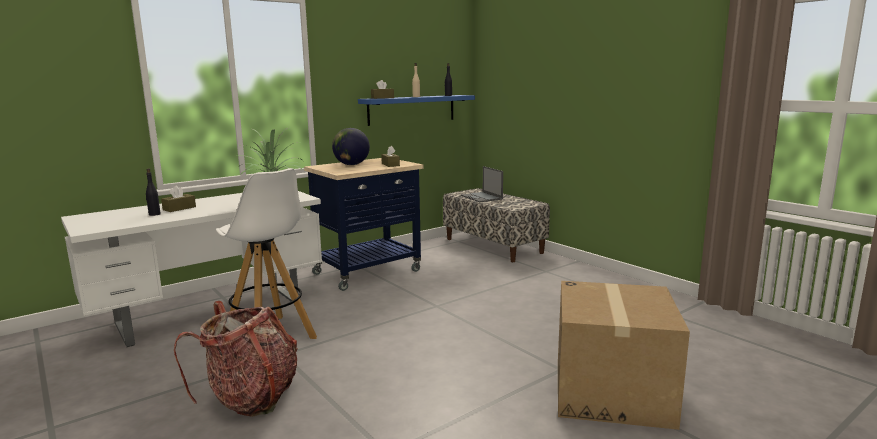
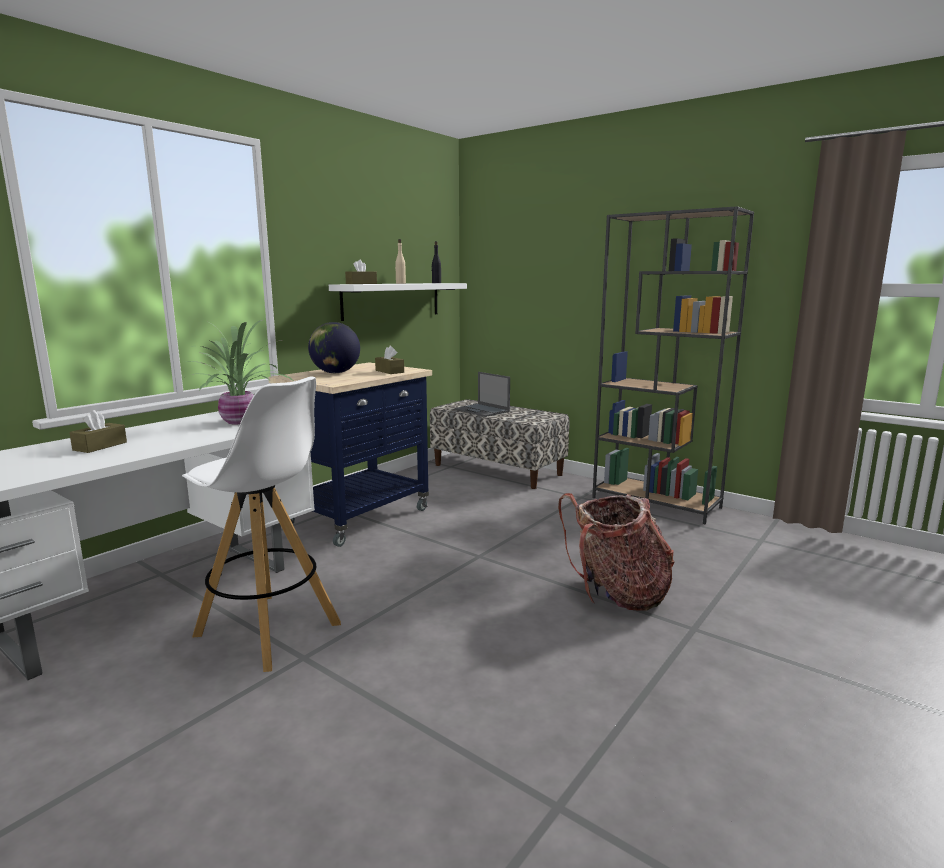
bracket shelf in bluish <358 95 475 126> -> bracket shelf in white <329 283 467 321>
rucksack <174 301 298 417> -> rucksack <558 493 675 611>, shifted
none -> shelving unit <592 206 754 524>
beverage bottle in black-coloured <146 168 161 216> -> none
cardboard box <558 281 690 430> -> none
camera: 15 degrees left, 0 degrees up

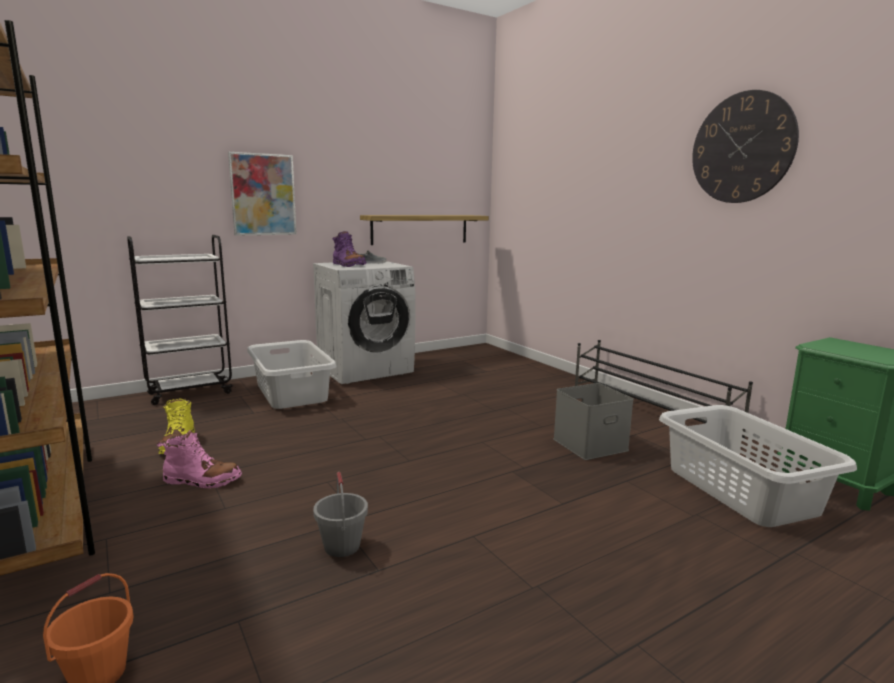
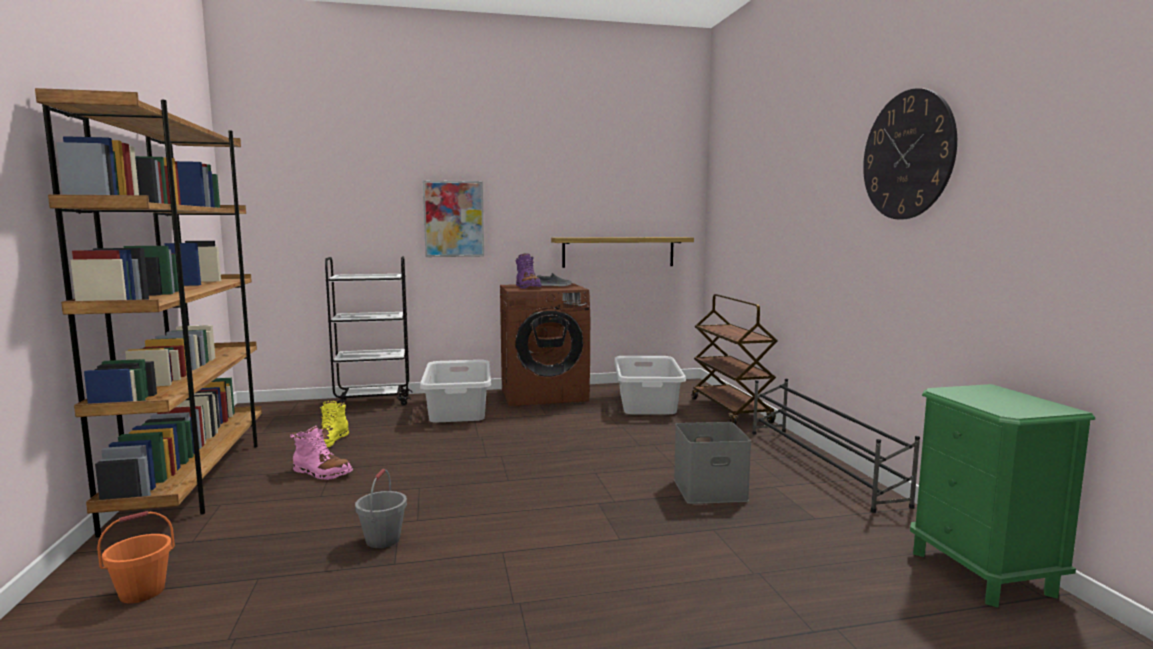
laundry appliance in white <313 261 416 384> -> laundry appliance in brown <500 283 590 406>
washing basket in grey <659 405 857 527> -> washing basket in grey <614 356 686 414>, shifted
none -> trolley in brown <692 294 778 425>
camera: 20 degrees right, 5 degrees down

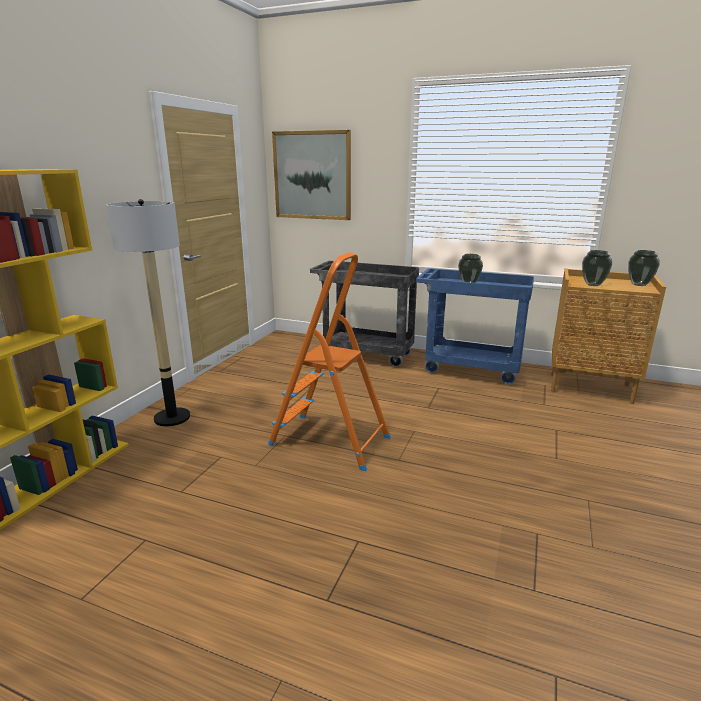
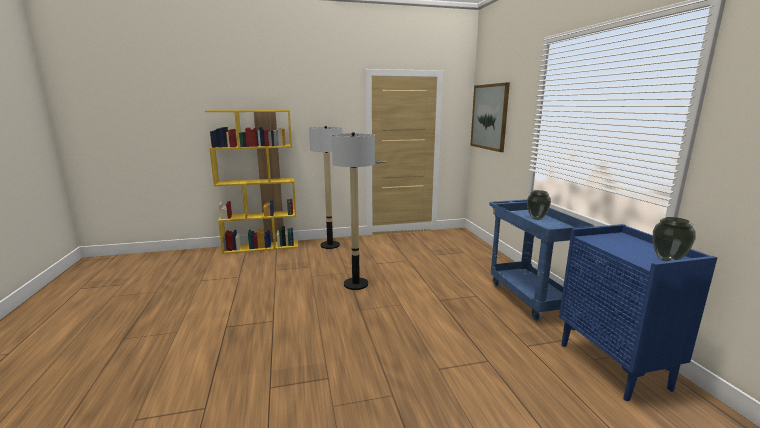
step stool in orange <268 252 391 471> -> floor lamp <332 132 375 290>
storage cabinet in brown <551 268 666 404> -> storage cabinet in bluish <559 224 718 401>
trolley in grey <310 261 419 367> -> none
vase <582 250 612 286> -> none
camera: 55 degrees right, 5 degrees down

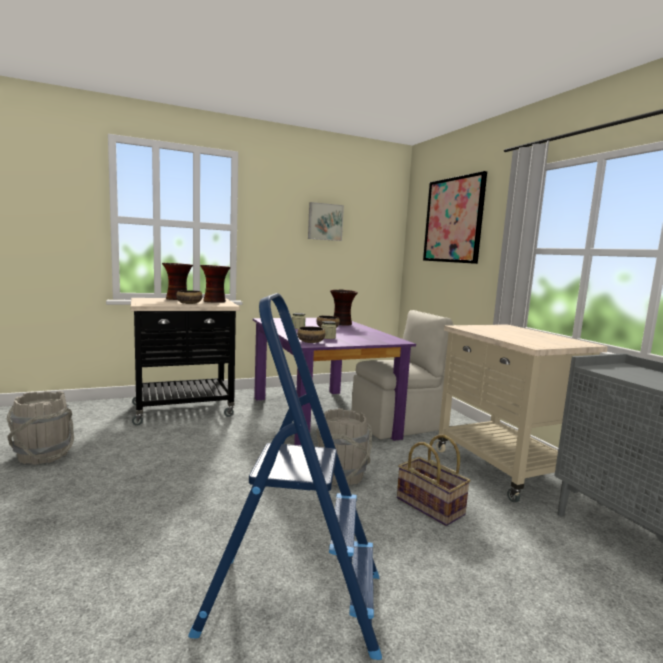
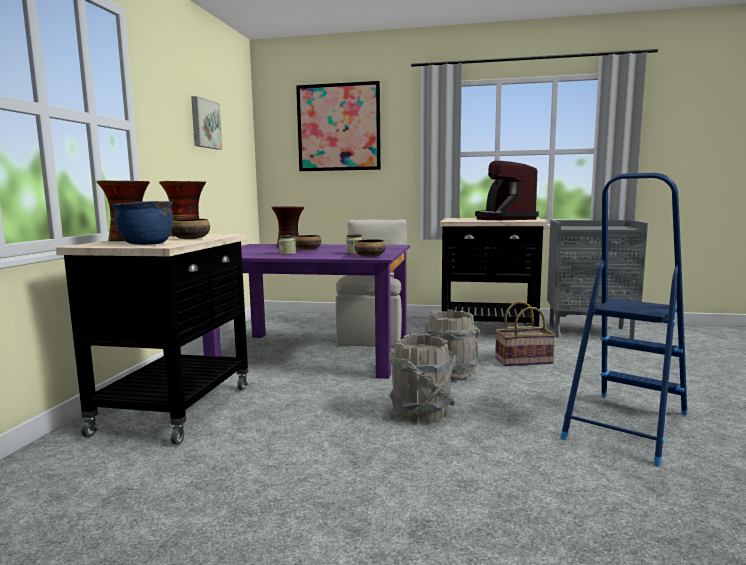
none -> cooking pot in bluish <111 201 173 245>
bucket in grey <7 391 74 465> -> bucket in grey <388 333 457 424>, shifted
trolley in beige <436 324 608 502> -> trolley in black-coloured <439 218 548 327>
none -> coffee machine <475 161 539 220>
camera: 55 degrees left, 0 degrees up

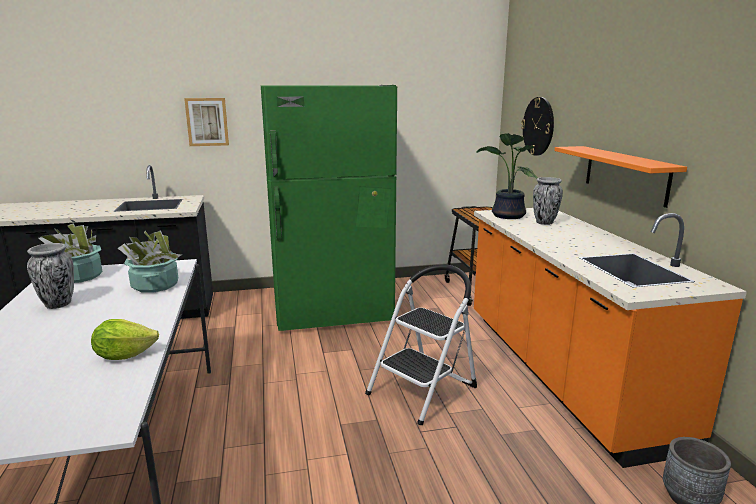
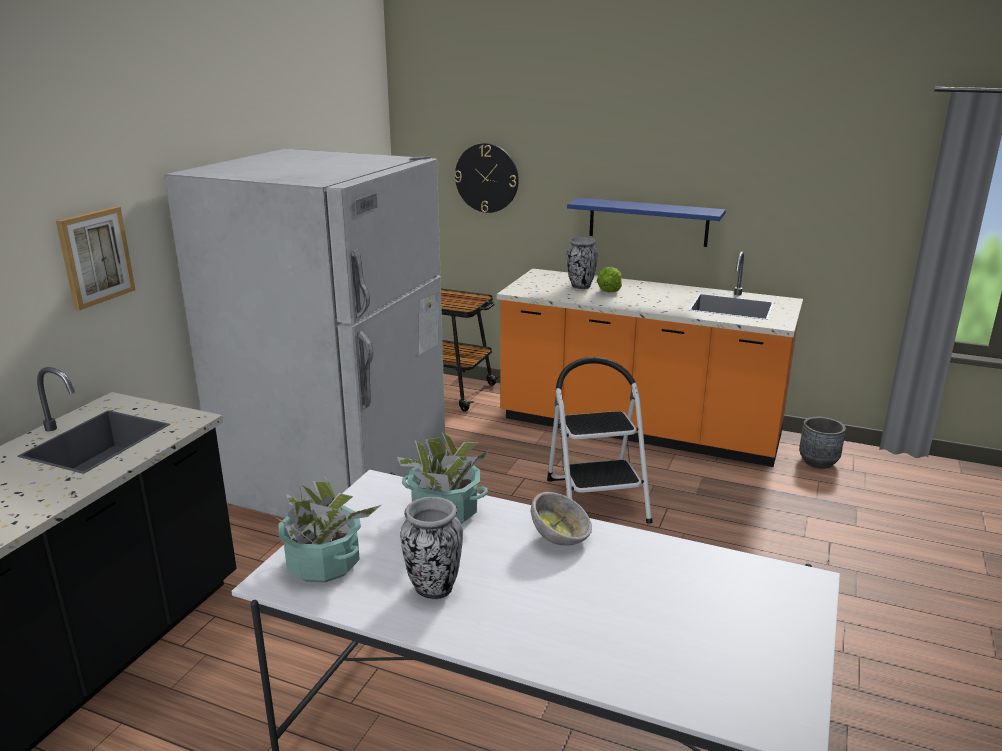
fridge in greenish <261 85 397 331> -> fridge in white <164 149 446 518>
none -> bowl <531 492 592 545>
bracket shelf in orange <554 146 687 208> -> bracket shelf in bluish <567 198 726 247>
head of lettuce <91 319 159 360> -> head of lettuce <597 267 622 292>, shifted
potted plant <477 133 538 219> -> none
camera: 55 degrees left, 5 degrees up

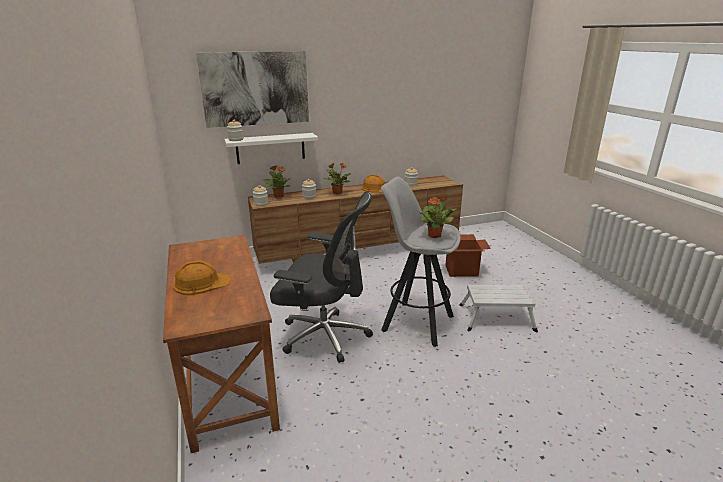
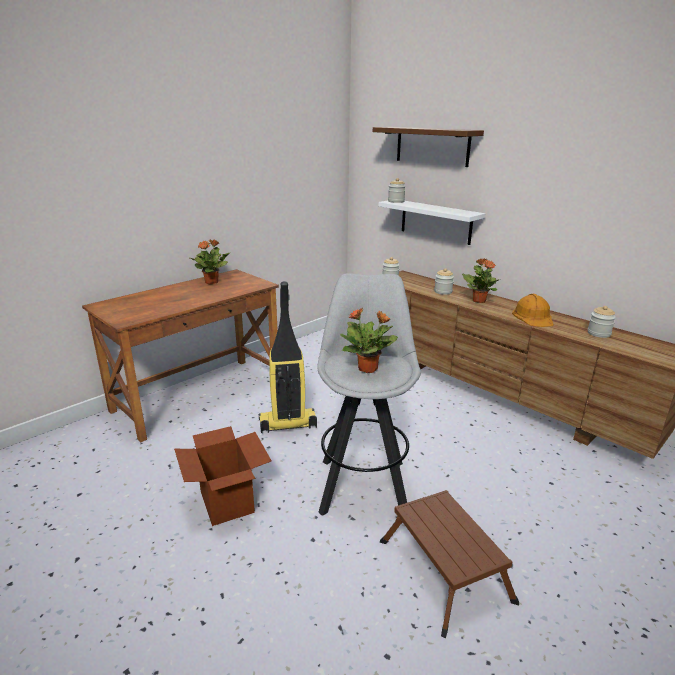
cardboard box <445 234 491 277> -> cardboard box <174 426 272 526>, shifted
potted plant <263 165 290 198> -> potted plant <190 239 230 284>, shifted
desk chair <270 192 373 363> -> hoover <259 281 317 433>
picture <196 51 309 128> -> bracket shelf in brown <373 127 484 167>
step stool in white <459 284 538 332> -> step stool in brown <380 490 519 638>
work helmet in orange <173 261 230 295> -> none
camera: 65 degrees right, 0 degrees up

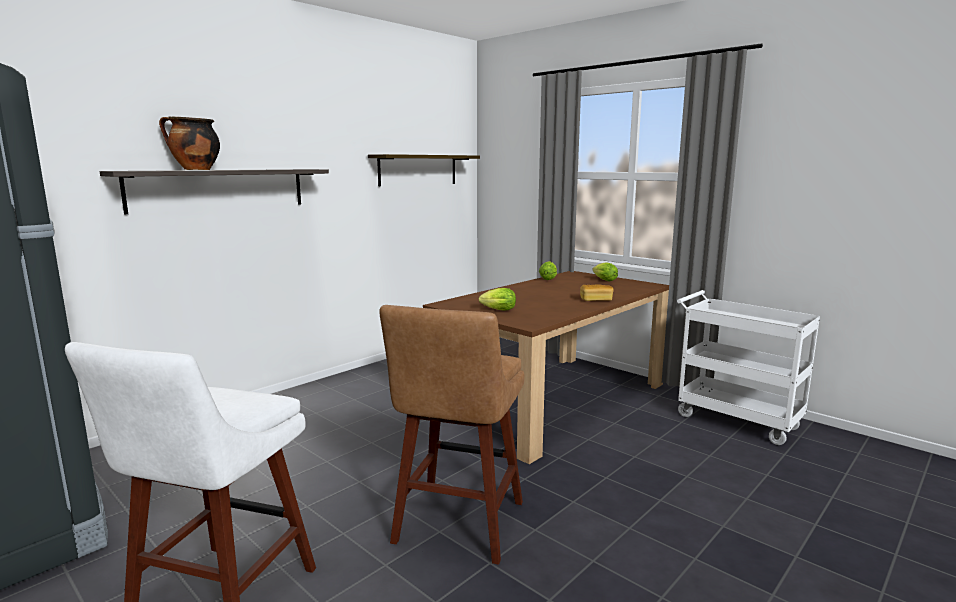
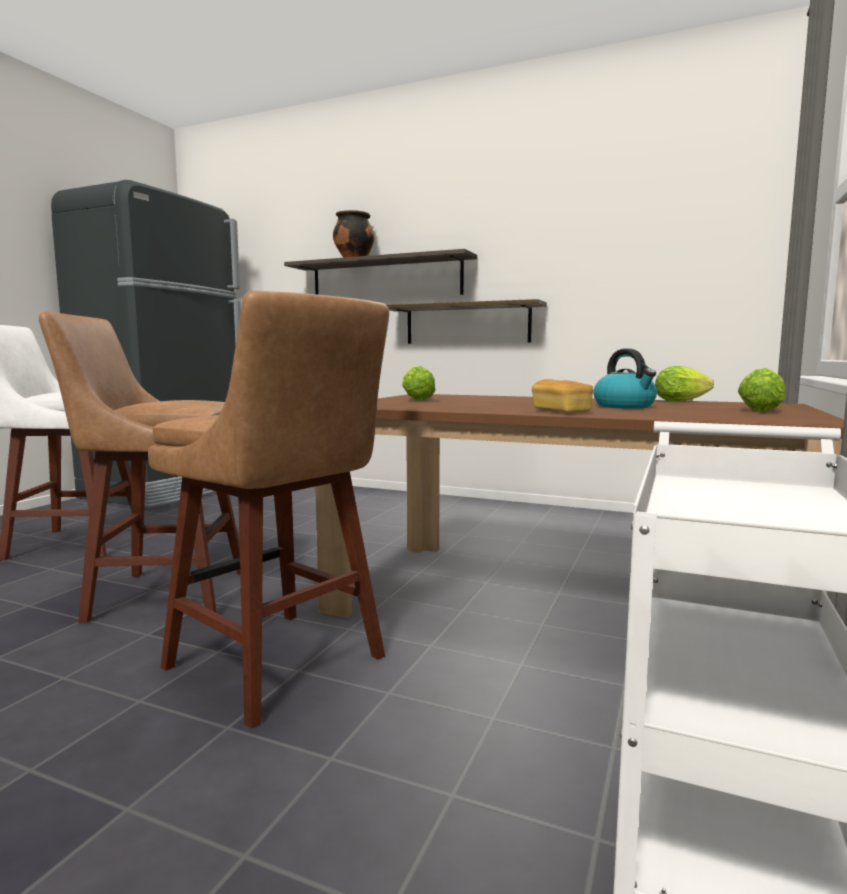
none -> stool seat in brown <148 291 389 729>
bracket shelf <368 154 480 186> -> bracket shelf <387 299 547 344>, shifted
none -> kettle <594 348 657 409>
camera: 70 degrees right, 5 degrees down

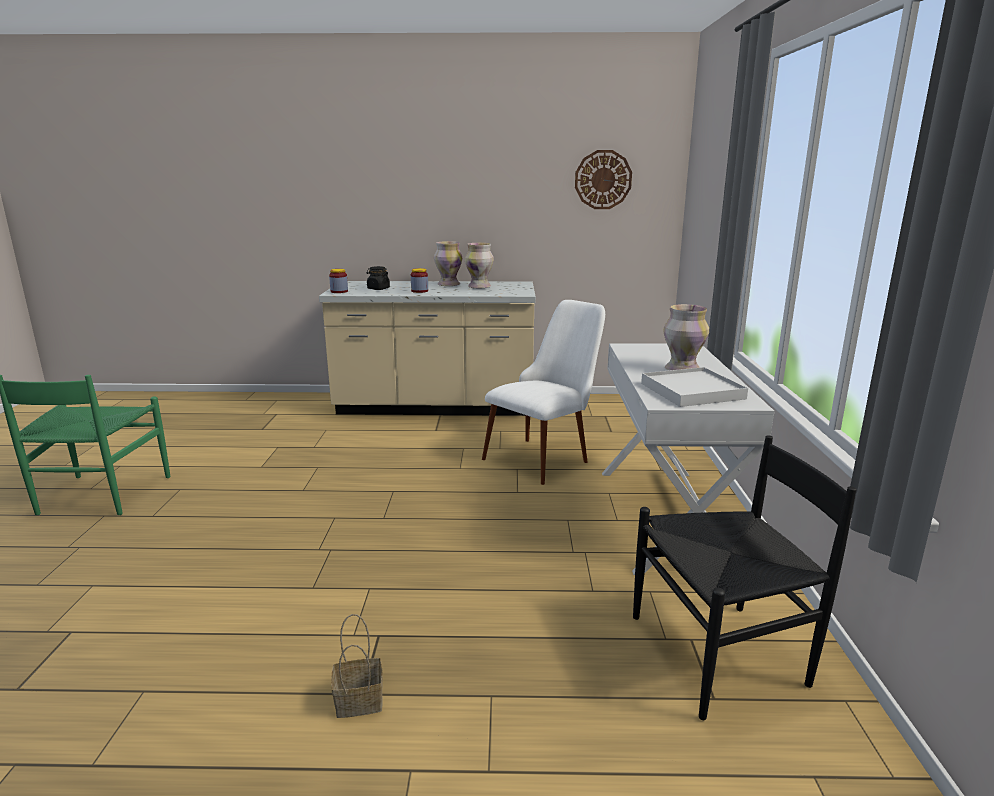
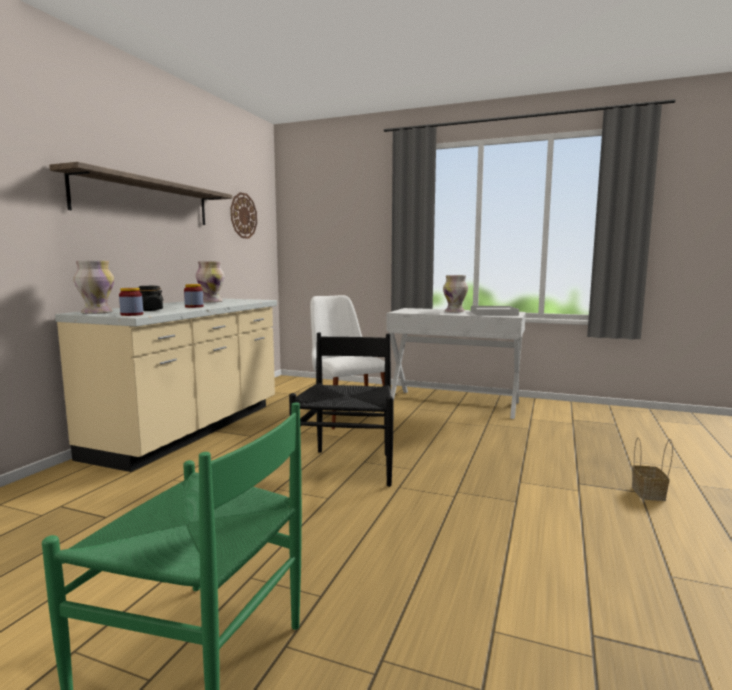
none -> bracket shelf <49 162 232 225>
vase <434 241 463 286> -> vase <74 261 114 314>, shifted
plain chair in black-coloured <633 435 857 720> -> plain chair in black-coloured <289 332 393 487>, shifted
camera: 70 degrees left, 10 degrees down

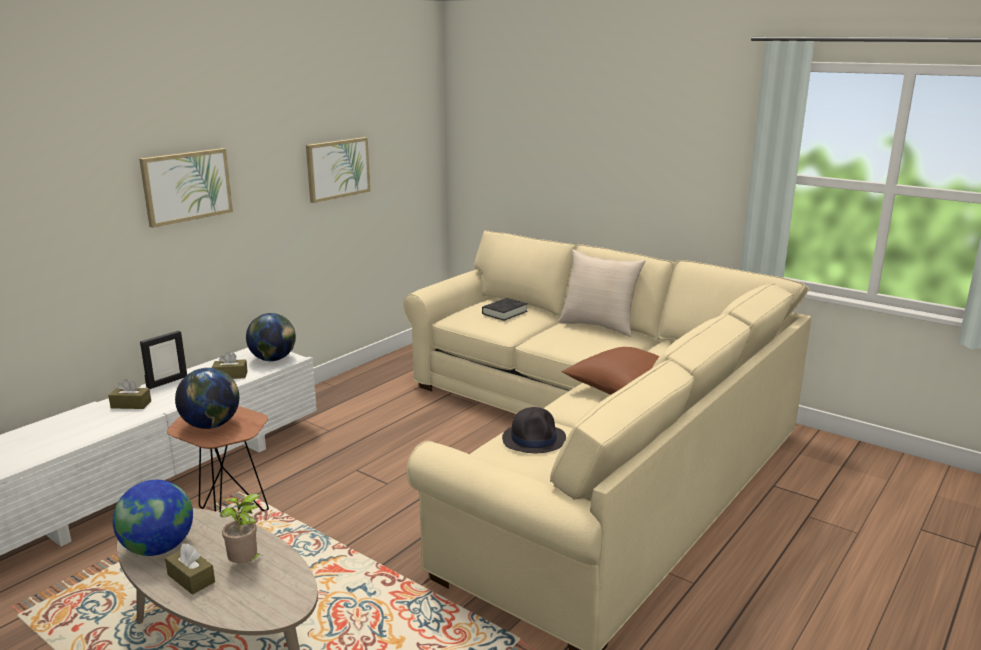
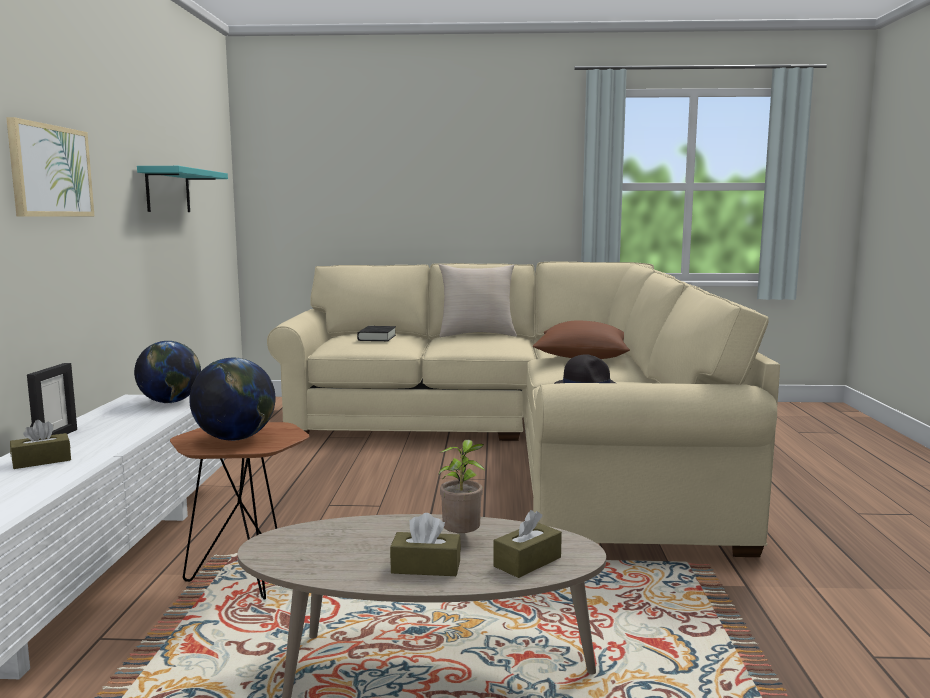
picture <306 137 370 203> -> bracket shelf in turquoise-coloured <137 166 228 212>
box of tissues in brown <212 352 248 379> -> box of tissues in brown <493 510 562 578>, shifted
world globe <113 480 193 556> -> none
camera: 35 degrees left, 10 degrees down

